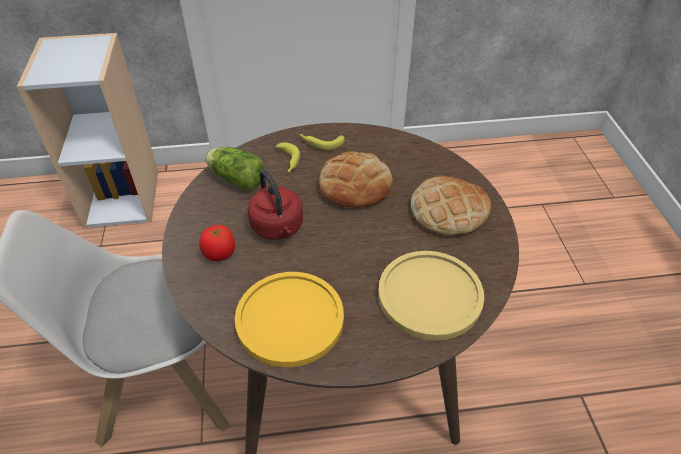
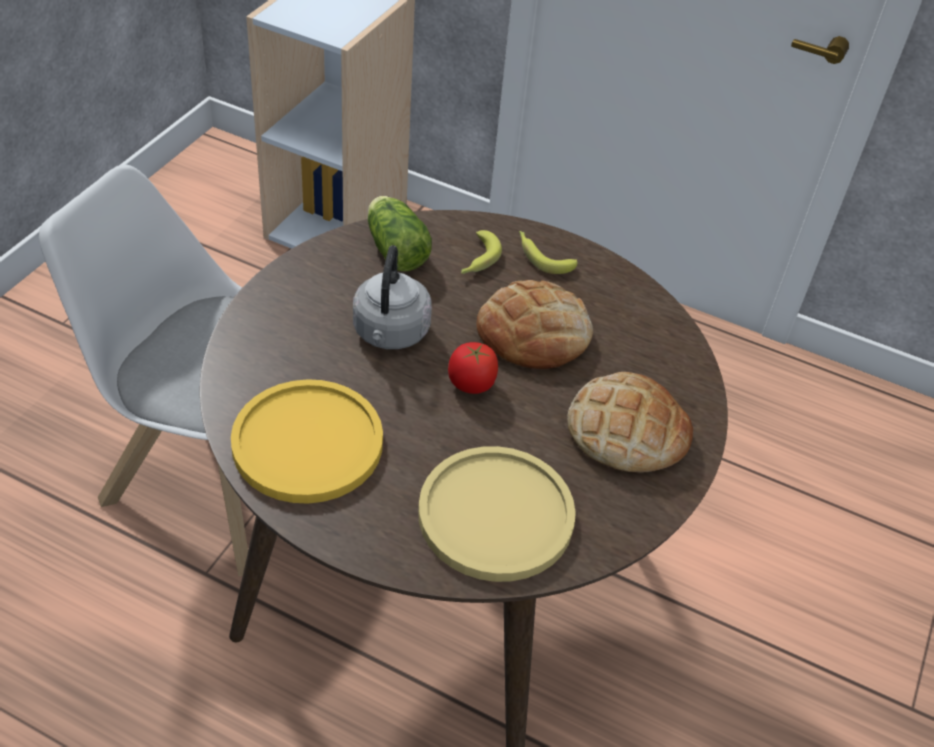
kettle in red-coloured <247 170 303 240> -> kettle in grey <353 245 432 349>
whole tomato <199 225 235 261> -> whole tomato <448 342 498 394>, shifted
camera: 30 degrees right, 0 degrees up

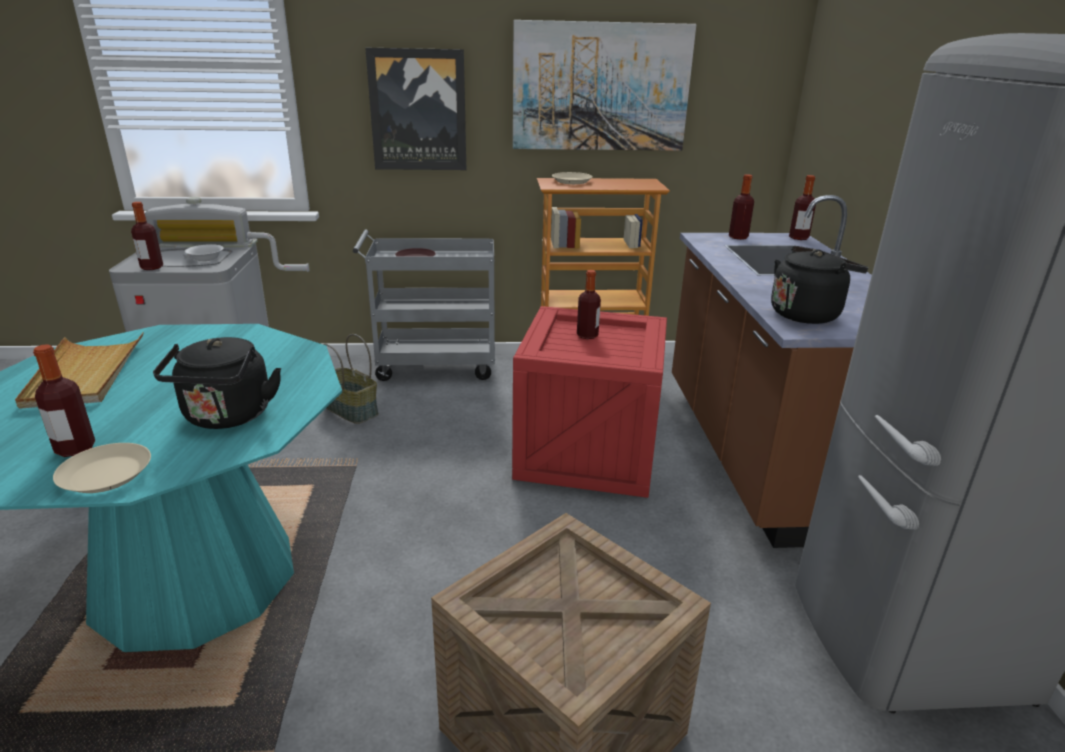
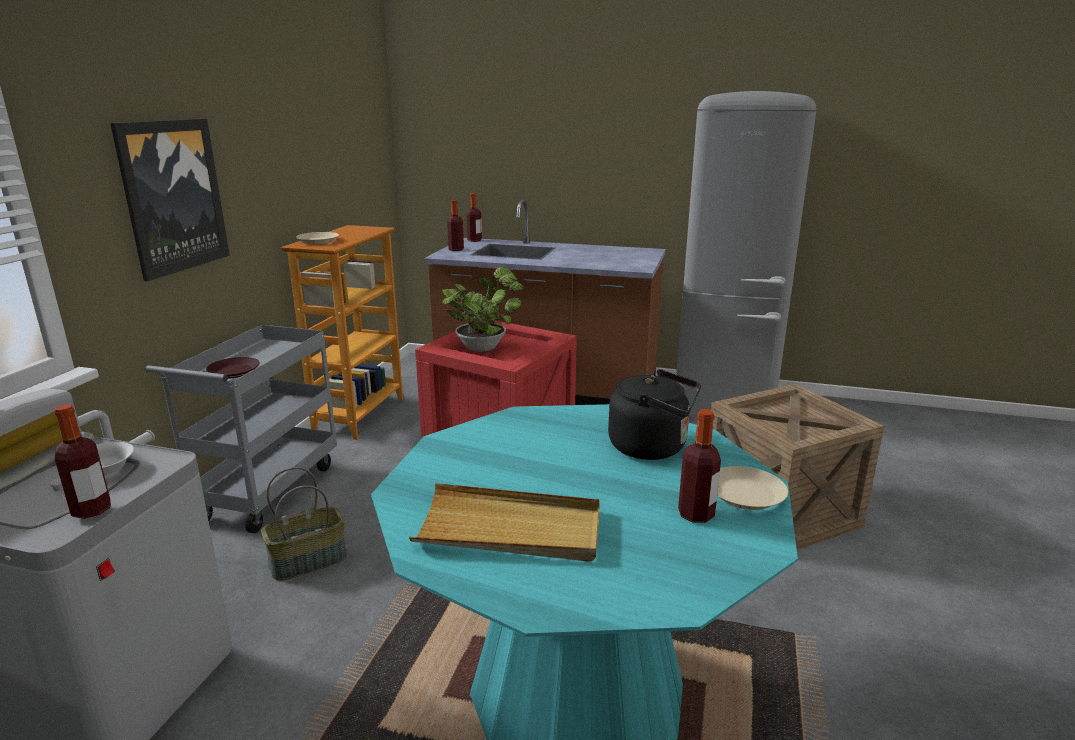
beverage bottle <577 270 601 339> -> potted plant <442 266 524 352>
picture <513 20 696 151> -> none
kettle in black-coloured <771 246 868 324> -> none
camera: 70 degrees left, 5 degrees down

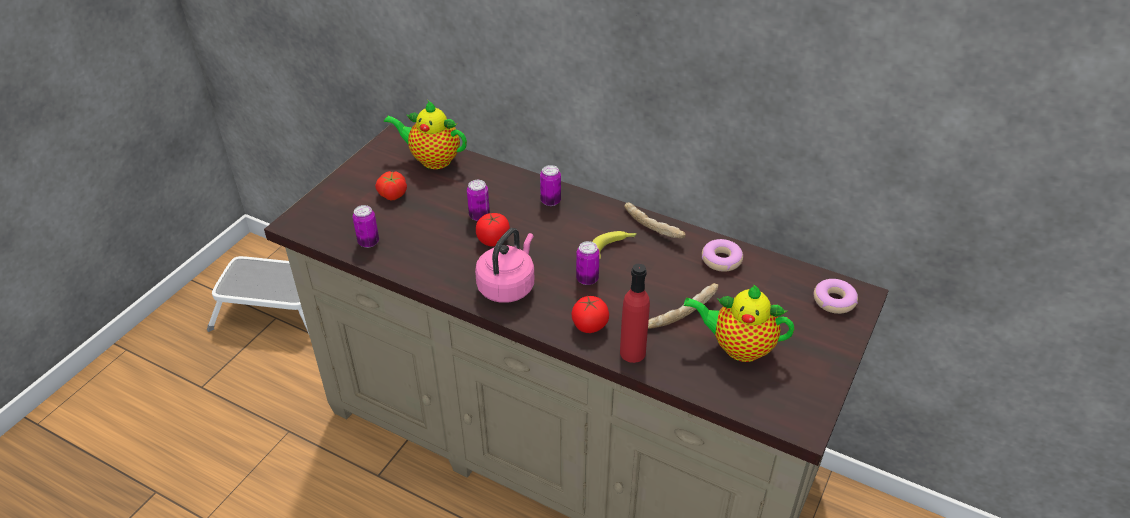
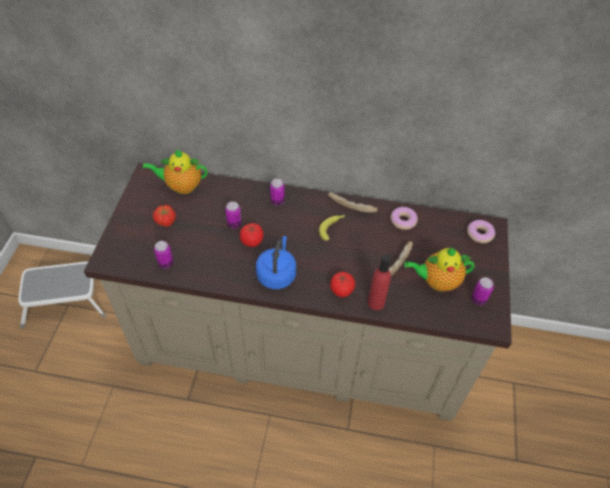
kettle in pink-coloured <475 228 534 303> -> kettle in bluish <256 236 296 289>
metal can <576 241 600 285> -> metal can <471 277 494 305>, shifted
camera: 20 degrees left, 10 degrees up

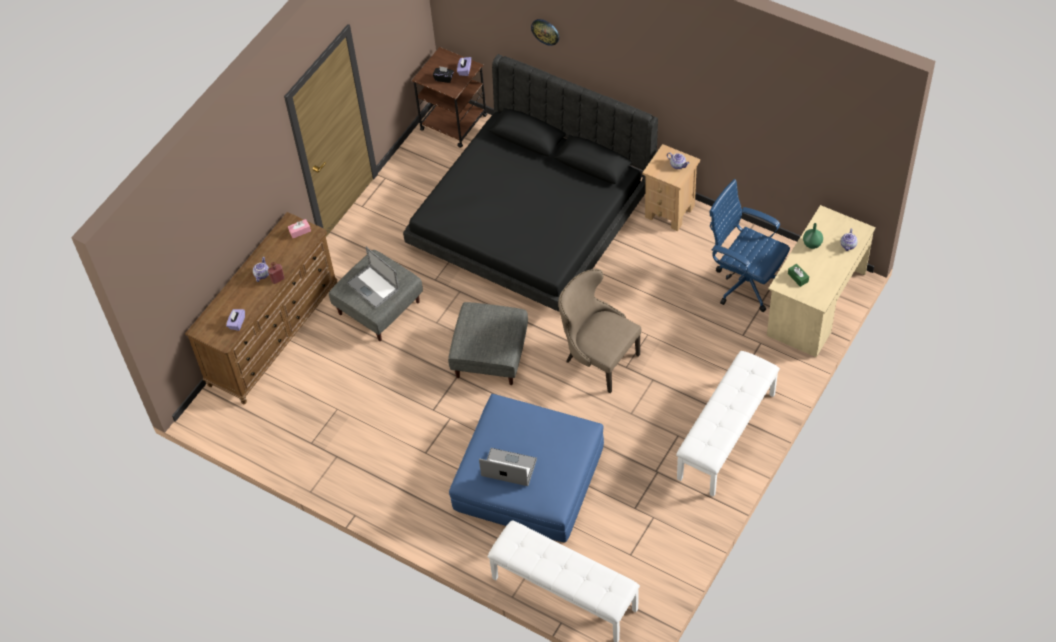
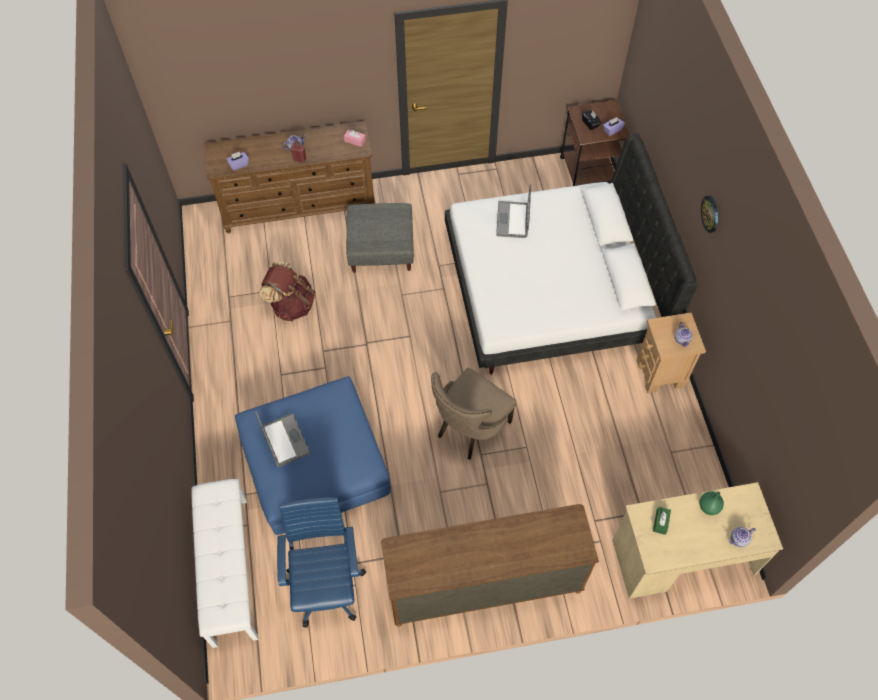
none -> rucksack in brown <260 262 315 321>
desk chair in bluish <710 179 790 312> -> desk chair in bluish <277 497 366 628>, shifted
indoor bench in white <676 351 780 497> -> drawer chest in brown <381 504 599 627>
plain chair in beige <558 269 641 393> -> plain chair in beige <431 368 516 460>, 135 degrees counterclockwise
bedroom bed in black-coloured <403 54 658 312> -> bedroom bed in white <445 133 698 375>
laptop <347 247 399 308> -> laptop <496 184 531 238>, shifted
clock on the wall <531 19 559 46> -> clock on the wall <701 196 718 233>, shifted
ottoman in grey <448 302 528 385> -> none
camera: 45 degrees right, 5 degrees up

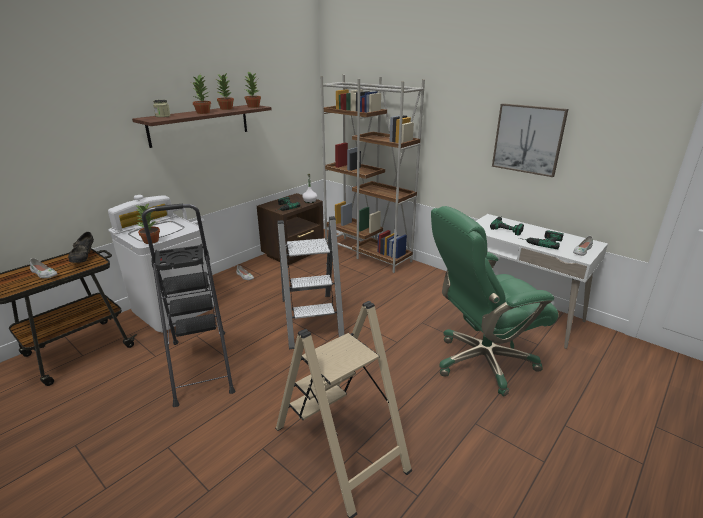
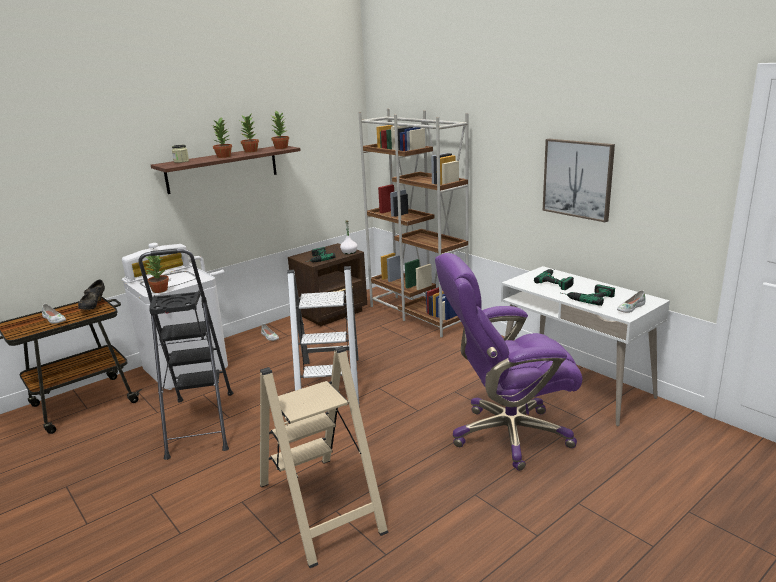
desk chair in greenish <431 206 559 396> -> desk chair in purplish <435 253 582 471>
camera: 10 degrees right, 5 degrees down

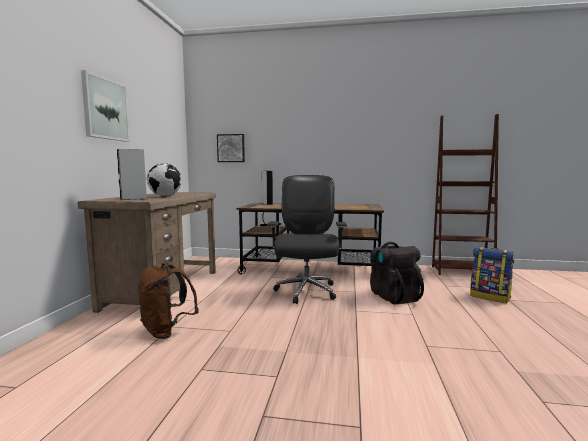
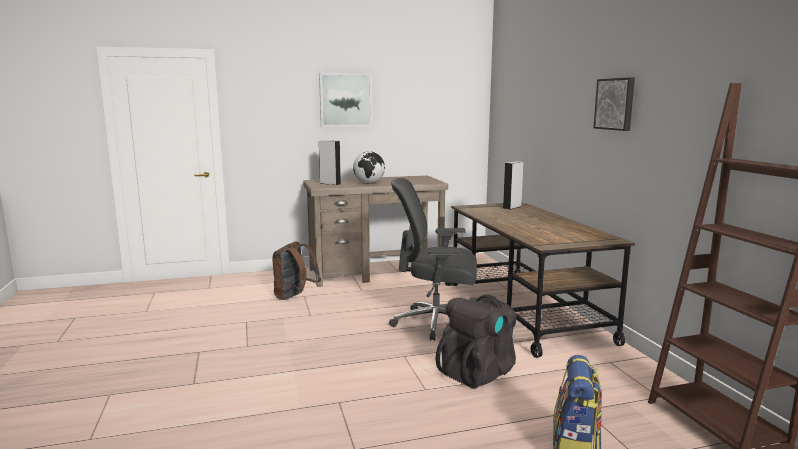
desk chair <267 175 347 304> -> desk chair <389 178 477 341>, 150 degrees counterclockwise
picture <217 134 245 162> -> picture <593 78 635 131>, shifted
camera: 65 degrees right, 5 degrees up

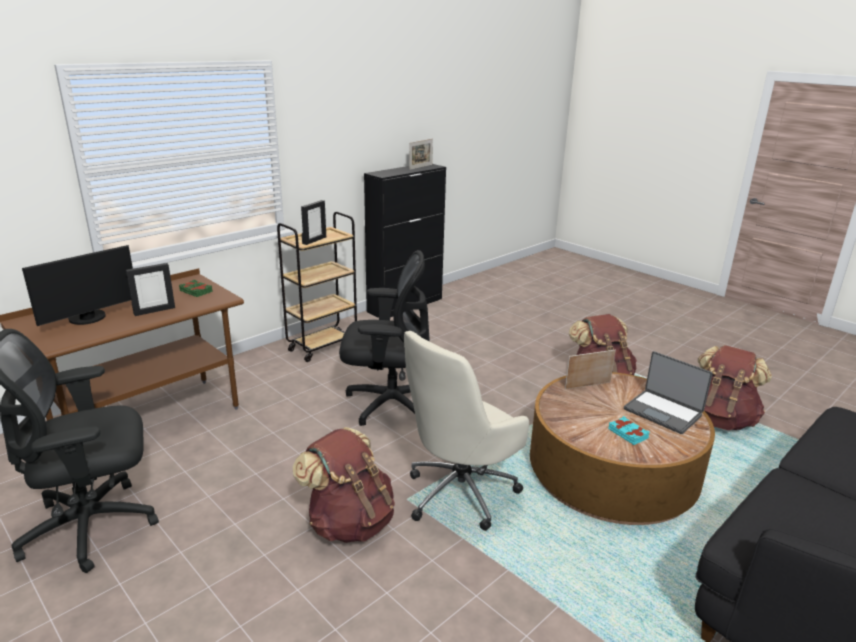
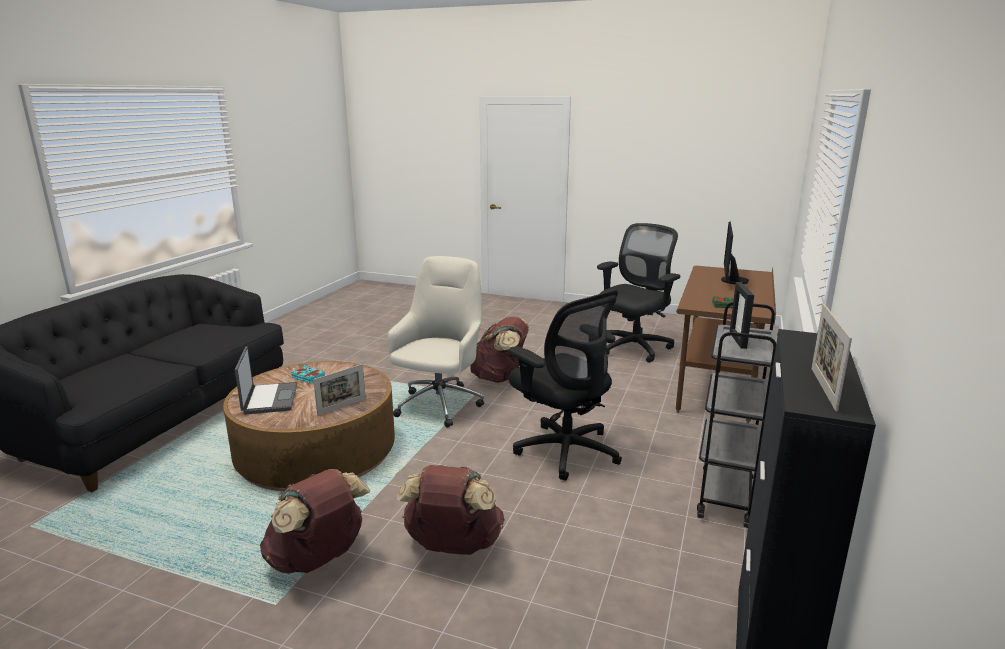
laptop <624 351 713 434> -> laptop <235 346 297 414>, 60 degrees clockwise
rucksack in brown <698 345 772 430> -> rucksack in brown <397 465 505 555>, shifted
desk chair in black-coloured <339 250 430 426> -> desk chair in black-coloured <508 290 622 481>, 105 degrees counterclockwise
trolley in brown <277 212 357 362> -> trolley in grey <697 302 778 528>
standing frame <126 263 175 316> -> none
camera: 155 degrees right, 5 degrees down

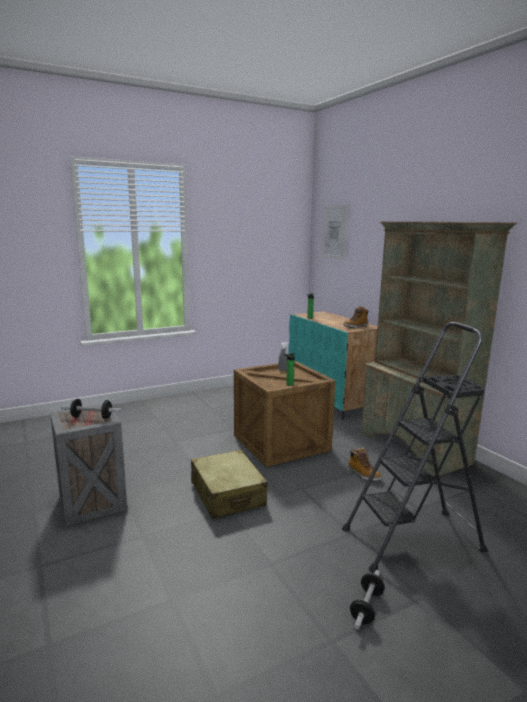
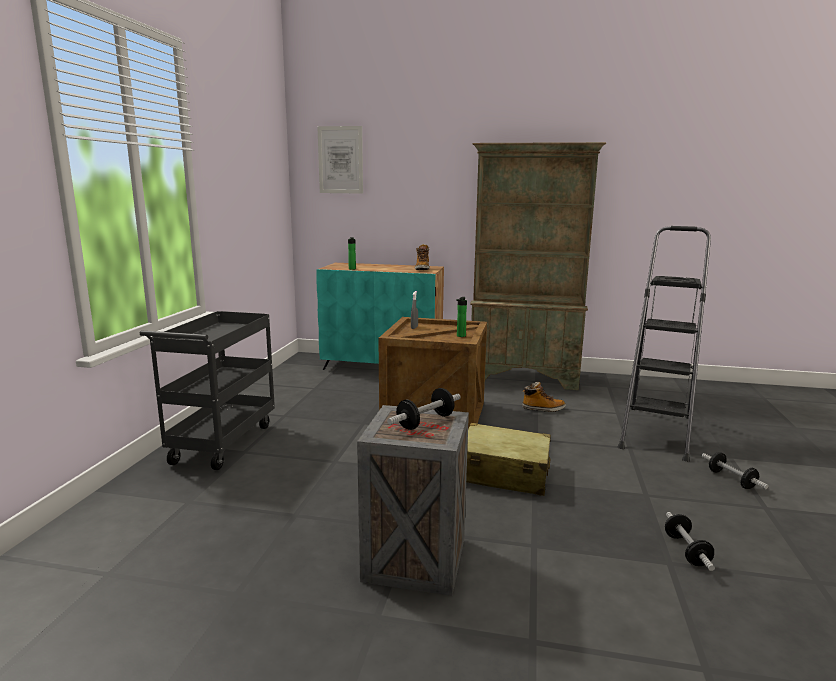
none -> trolley in grey <140 311 275 470>
none -> hand weight <665 512 715 571>
camera: 50 degrees left, 0 degrees up

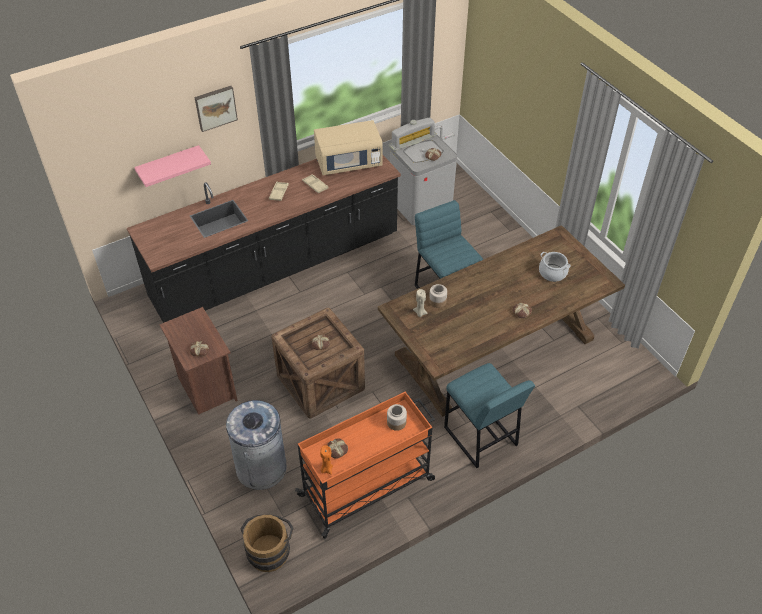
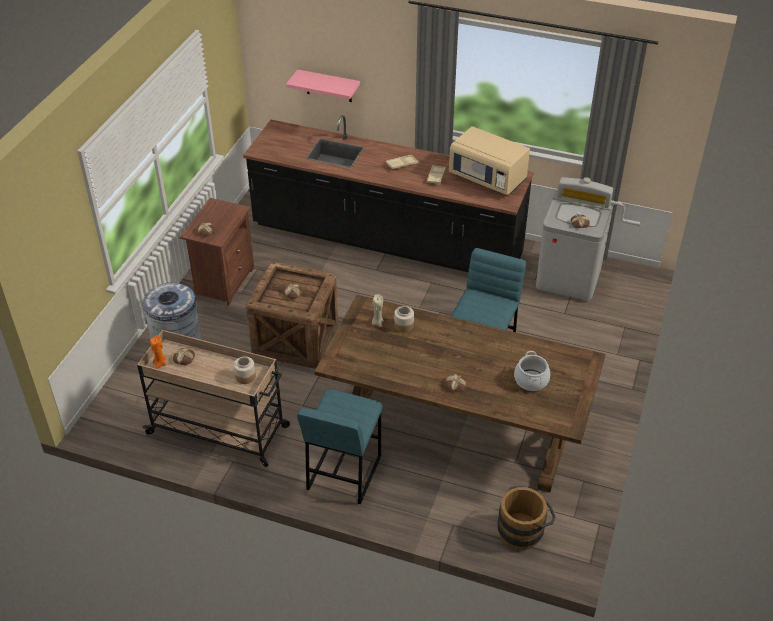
trolley in orange <295 392 435 539> -> trolley in beige <137 330 290 467>
bucket in brown <240 514 293 572> -> bucket in brown <497 486 556 550>, shifted
picture <194 86 238 132> -> none
camera: 50 degrees right, 5 degrees down

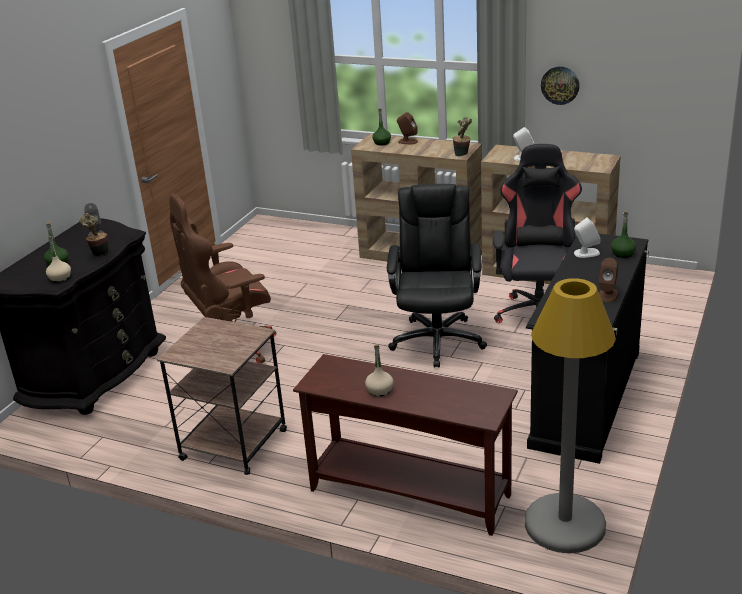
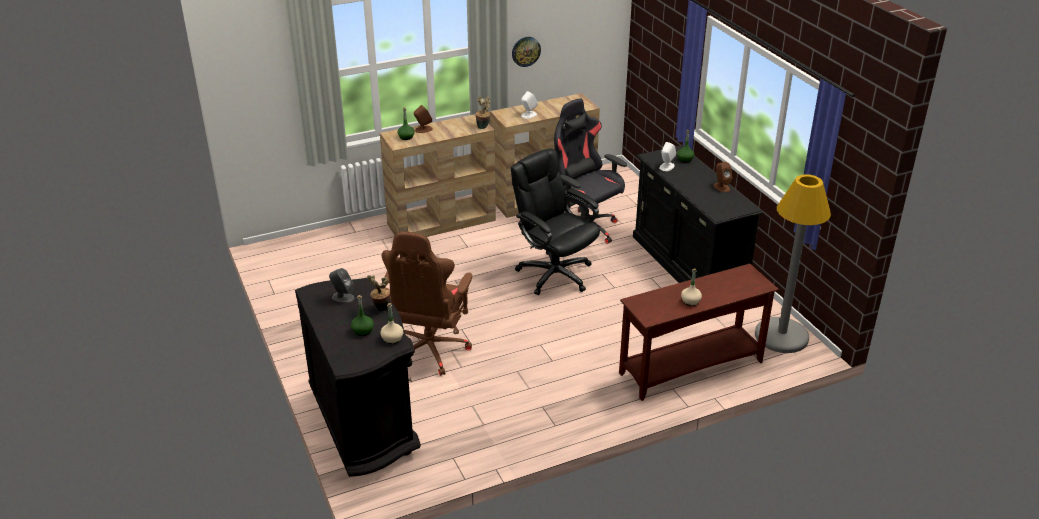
trolley in brown <157 317 287 475> -> none
camera: 50 degrees left, 5 degrees up

